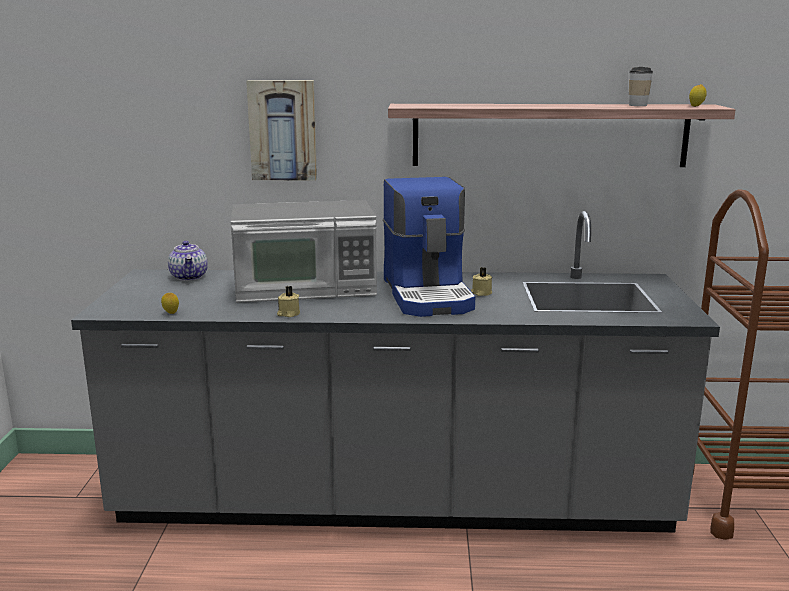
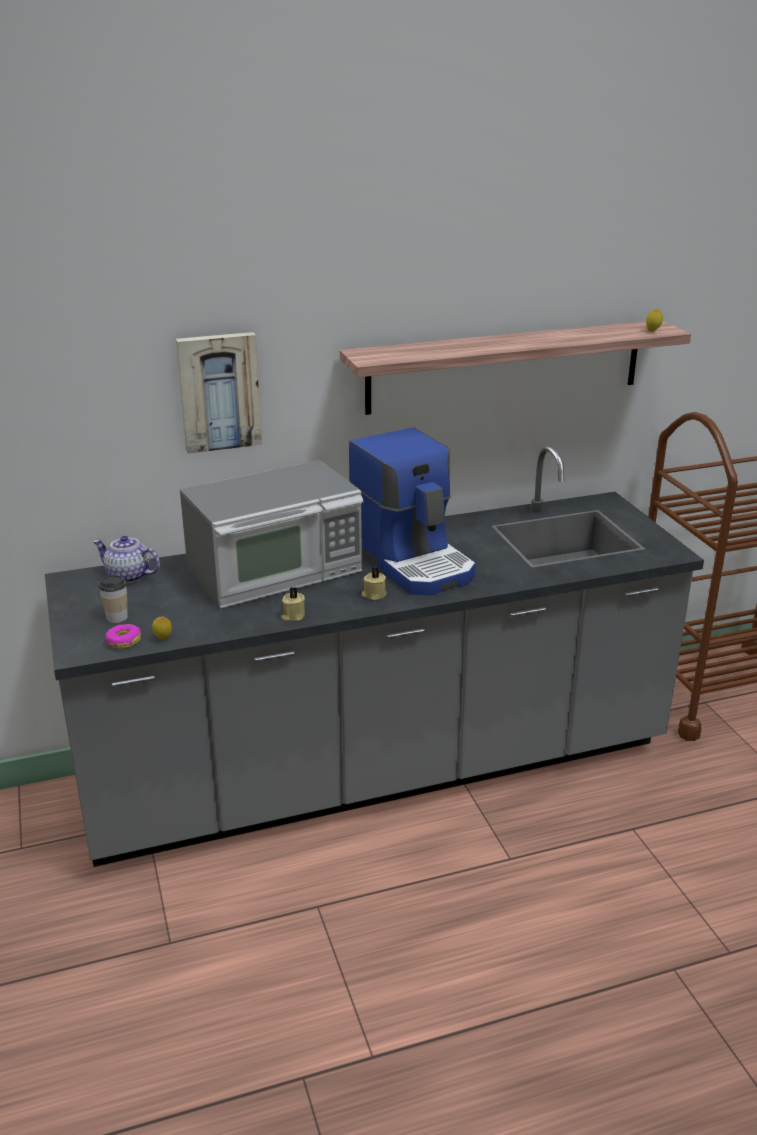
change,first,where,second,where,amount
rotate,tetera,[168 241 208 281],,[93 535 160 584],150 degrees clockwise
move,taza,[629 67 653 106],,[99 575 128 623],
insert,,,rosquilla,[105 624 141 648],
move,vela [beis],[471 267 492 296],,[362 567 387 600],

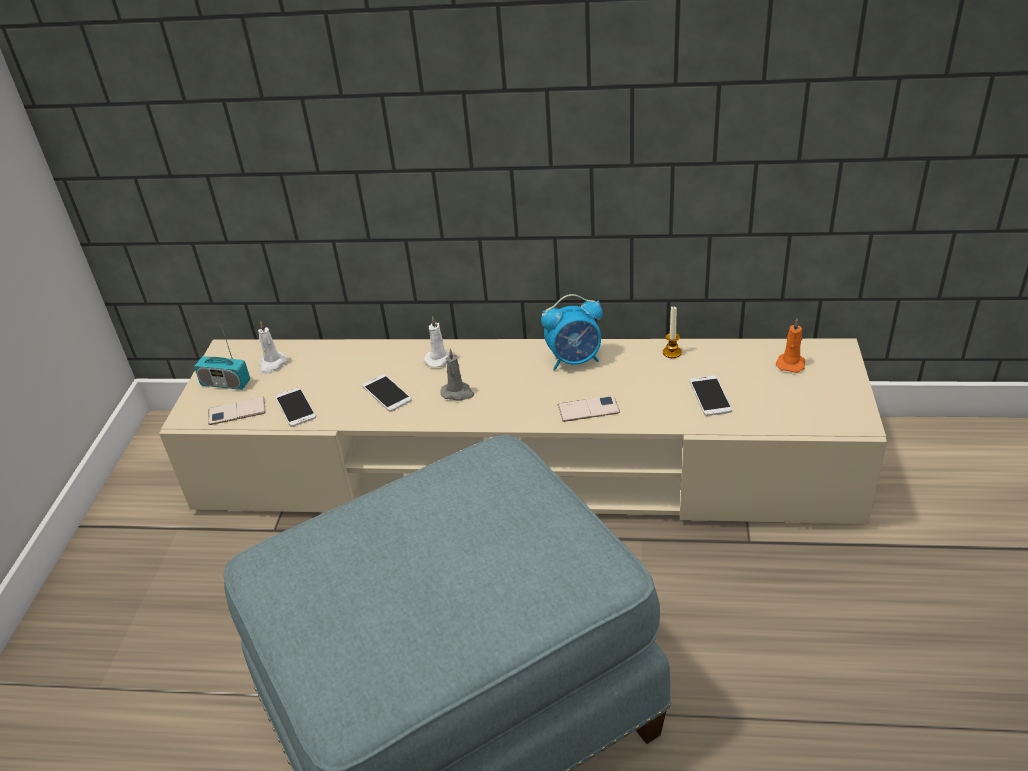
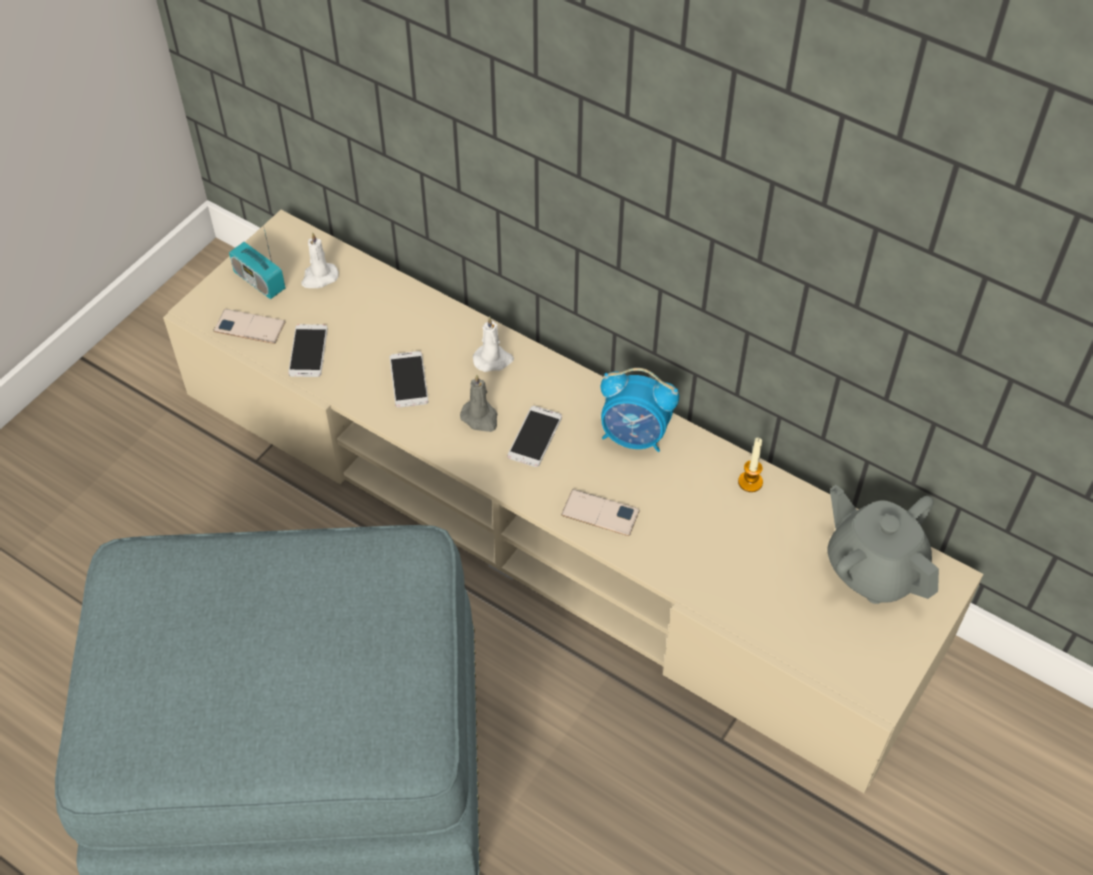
change,first,where,second,where,amount
move,móvil,[689 375 732 416],,[507 406 562 467],
replace,vela [naranja],[776 319 805 373],tetera [gris],[827 485 939 604],

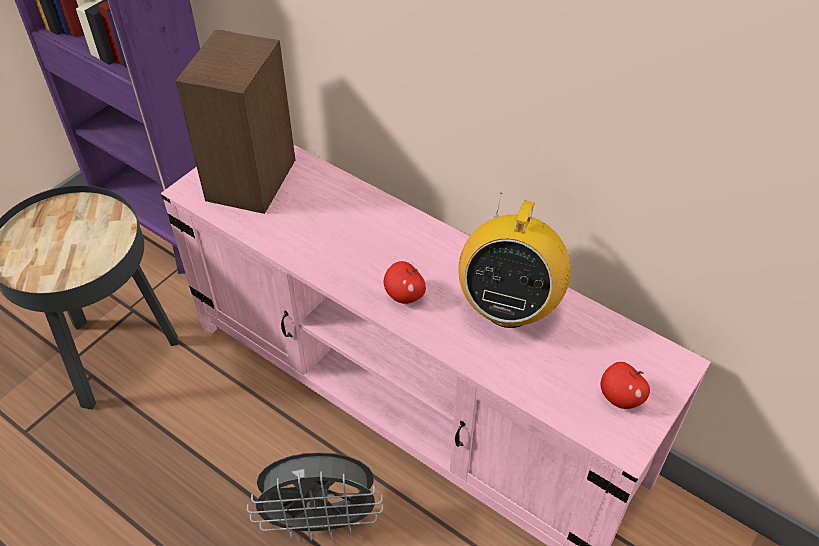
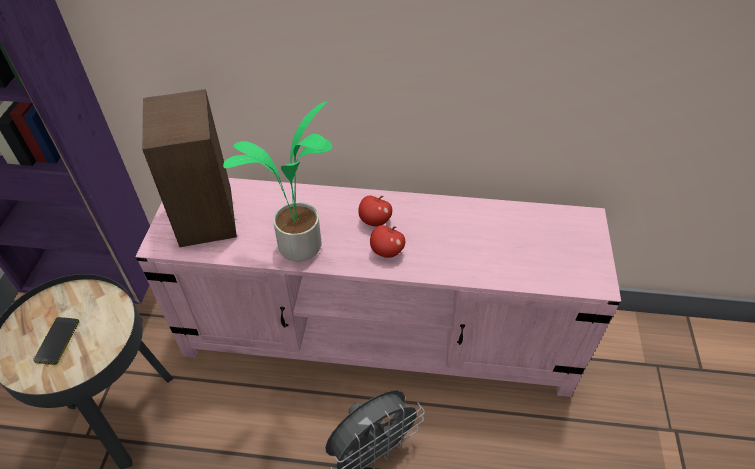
change,first,where,second,where,amount
insert,,,móvil,[33 317 80 365],
insert,,,planta en maceta,[223 102 332 261],
move,manzana,[601 362 650 409],,[358 196 392 226],
delete,radio,[458 193 571 328],,,

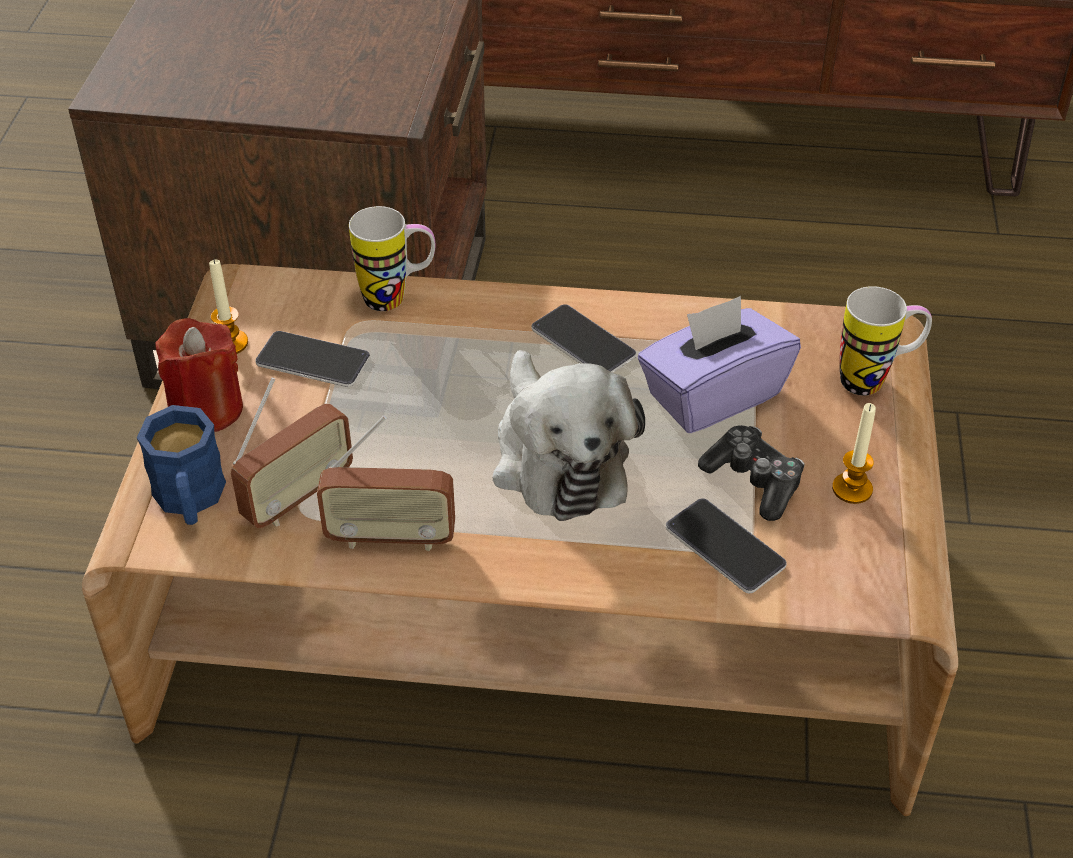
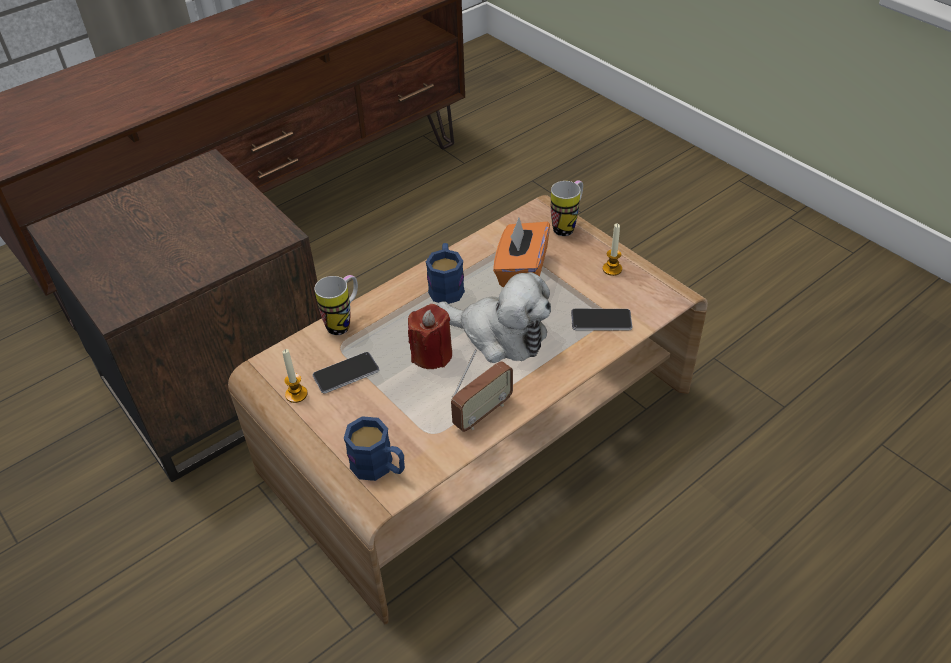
change,first,where,second,where,amount
move,vela [rojo],[155 318 243 432],,[408 304 452 369],
replace,móvil,[531 304 636 373],taza grande [azul],[426 243 465 304],
recolor,caja de pañuelos [morado],[638 296 801 433],caja de pañuelos [naranja],[493 217 550 287],
delete,radio,[231 378 353 528],,,
delete,mando de consola,[698 425 805 521],,,

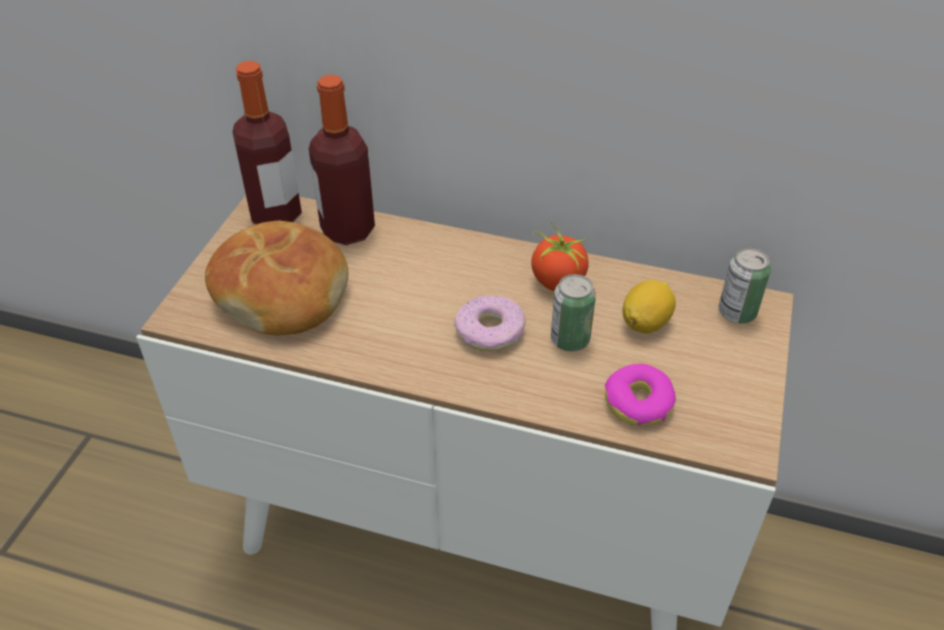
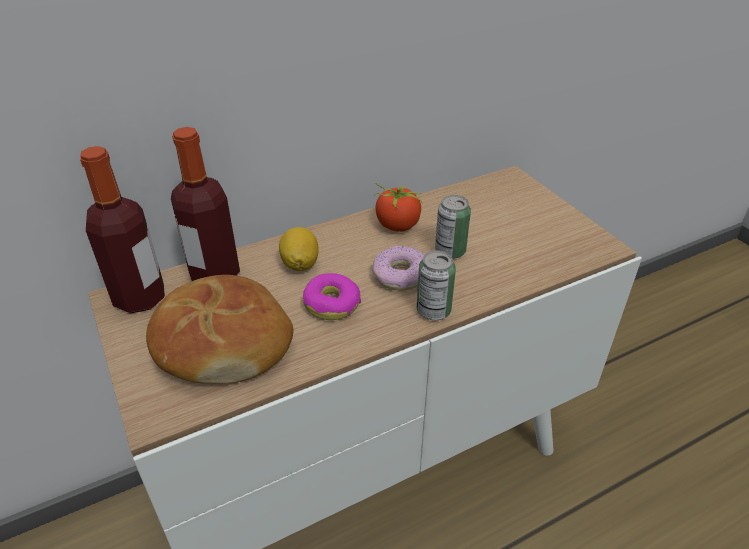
change,first,where,second,where,amount
move,limón,[623 280 676 333],,[279 227 319 271],
move,rosquilla,[605 364 676 426],,[303 273 361 320],
move,lata,[719 248 771 324],,[417 250 456 320],

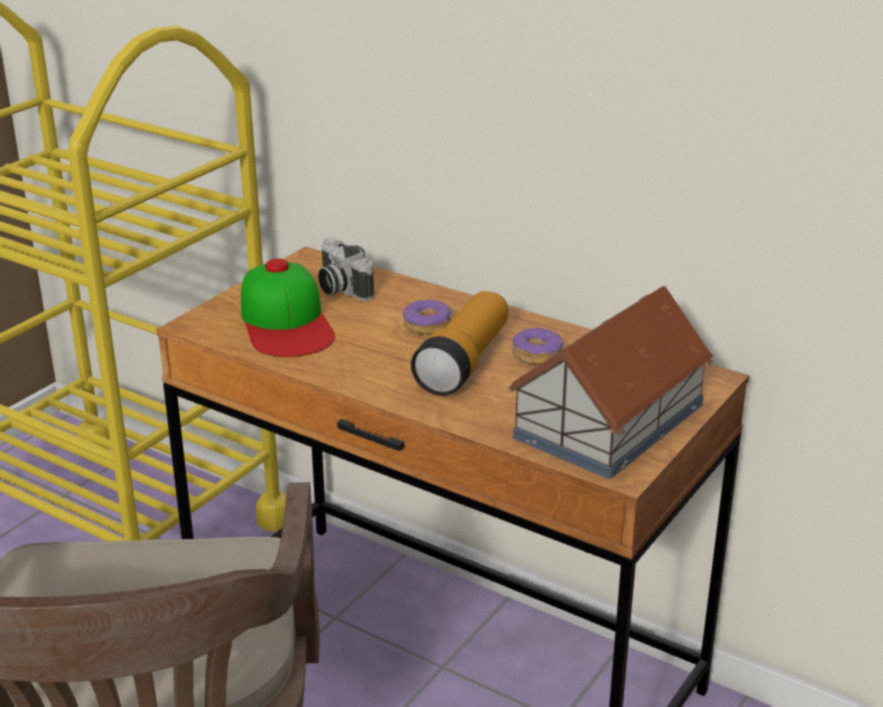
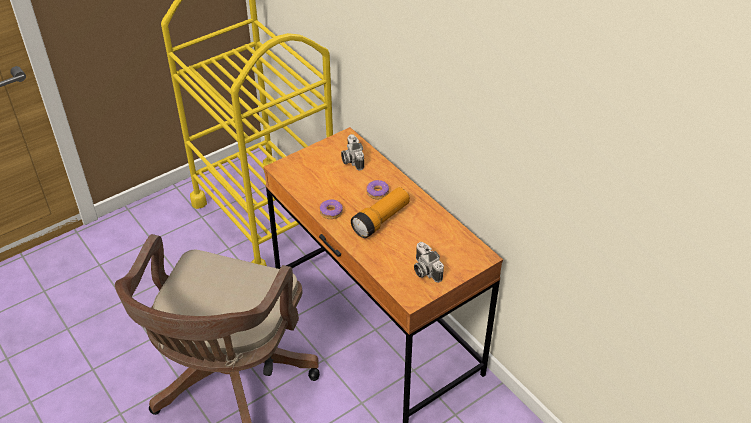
change,first,where,second,where,amount
move,rosquilla,[512 328 563 364],,[320 199 343 219],
replace,casita,[507 286 714 479],cámara,[414 242 444 283],
delete,gorra,[241 259 335 357],,,

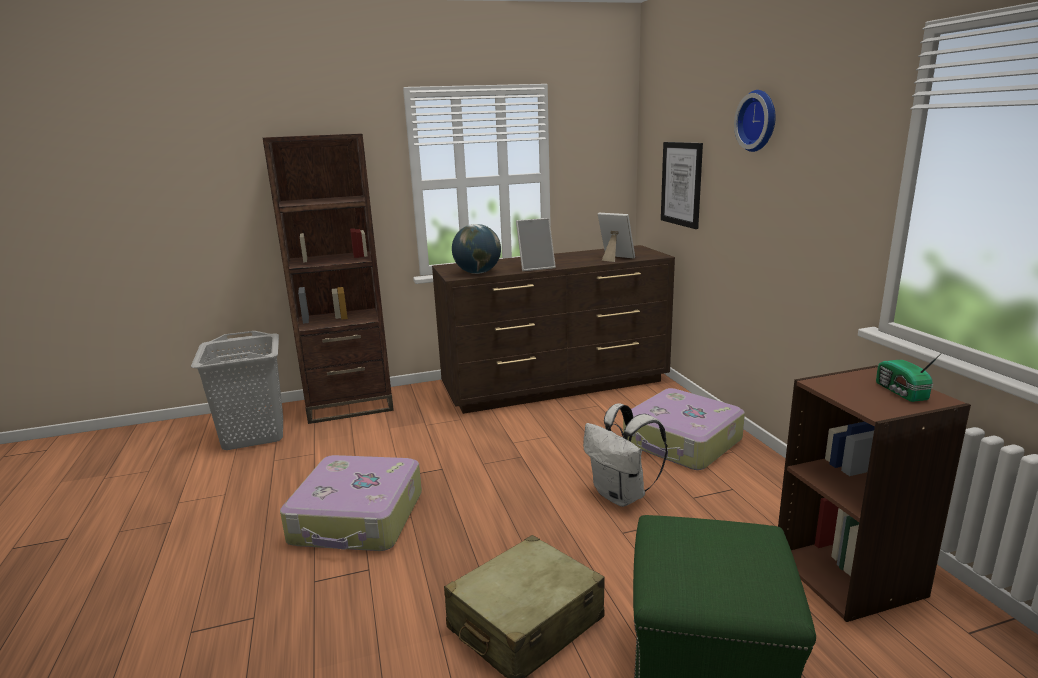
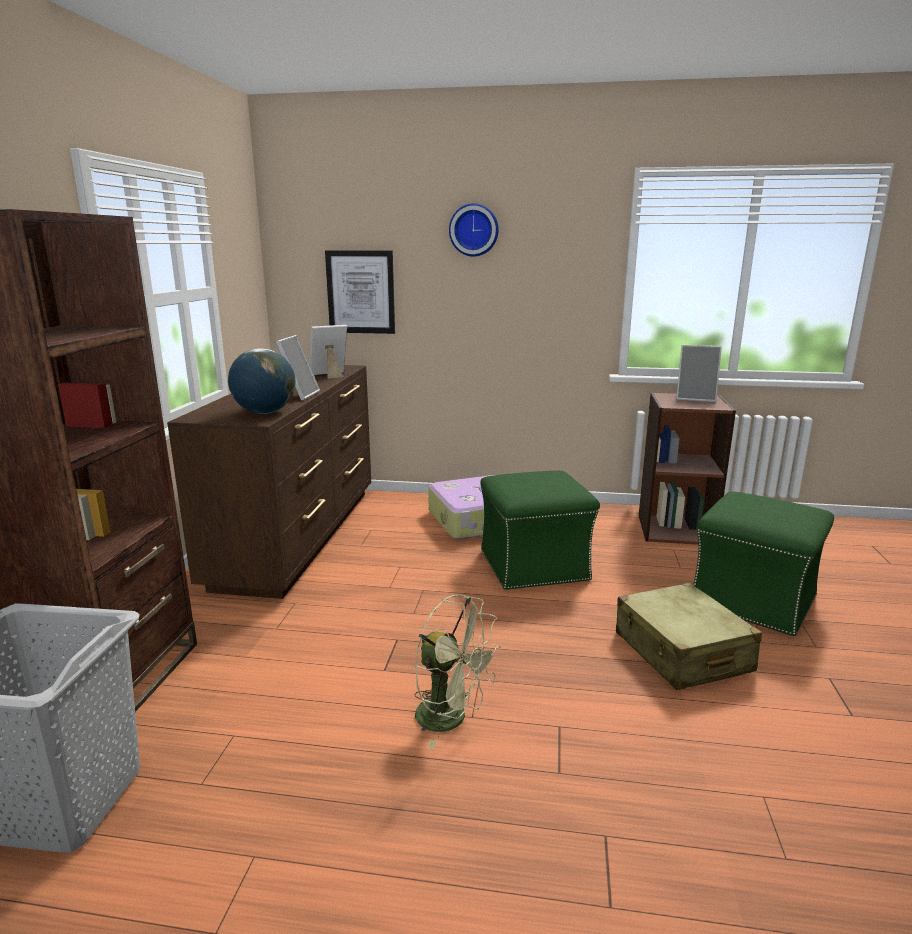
change,first,where,second,where,amount
replace,maleta,[280 455 422 551],ventilador [verde],[414 594 501 749],
replace,mochila [blanco],[583 403 668 507],puf [verde],[480 470 600 590],
replace,radio,[876 352 943 402],portarretratos,[676 344 722 402],

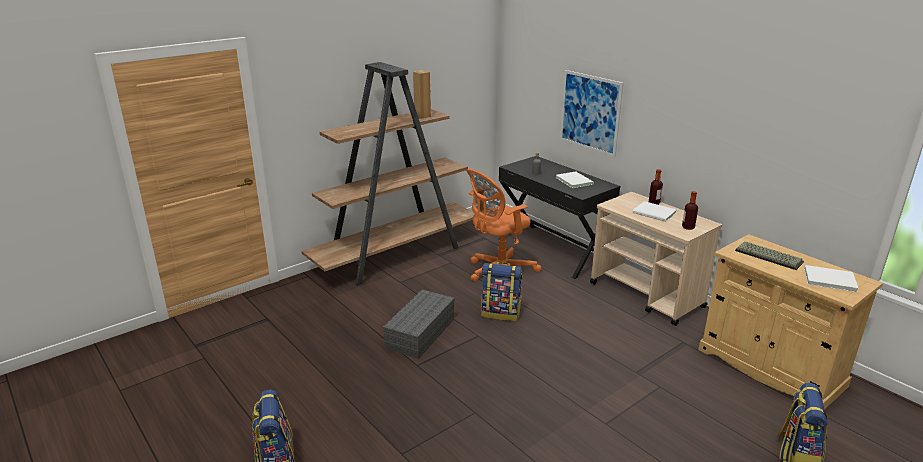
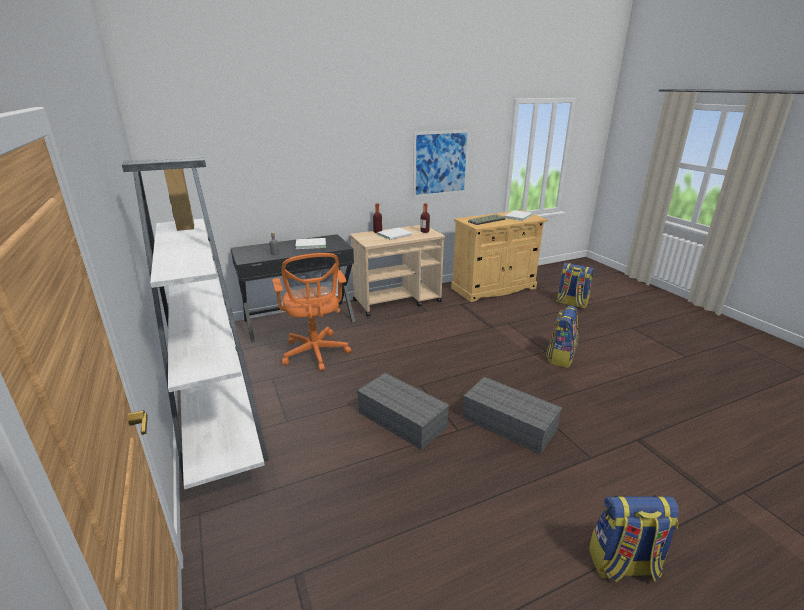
change,first,where,second,where,amount
recolor,estantería [marrón],[301 62 475 286],estantería [blanco],[122 156 269 489],
move,cuadro,[560 70 624 157],,[413 130 470 198],
insert,,,caja de almacenaje [gris],[463 377 562 454],
move,mochila,[481 262 522 321],,[546 306 578 368],

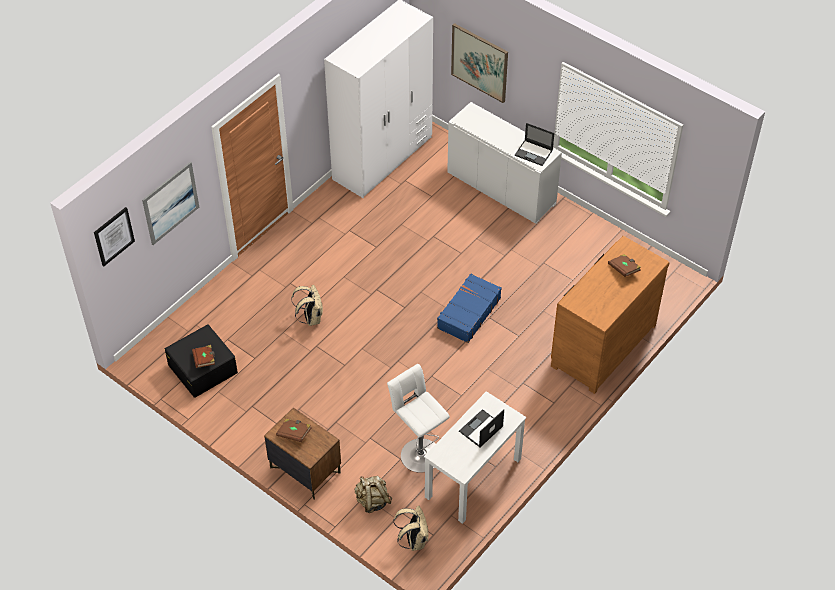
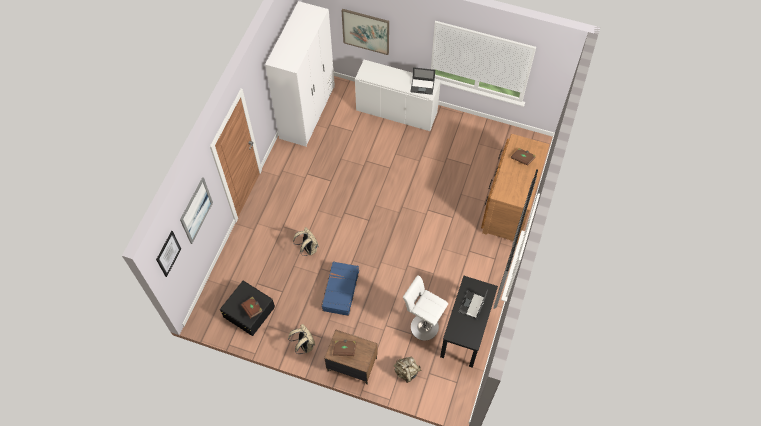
change,first,where,second,where,amount
move,mochila [beis],[393 506 428 551],,[288 324 315 354],
move,maleta [azul],[437 273 502 343],,[321 261 359 316],
recolor,escritorio [blanco],[424 391 526 524],escritorio [negro],[440 276 498 368],

